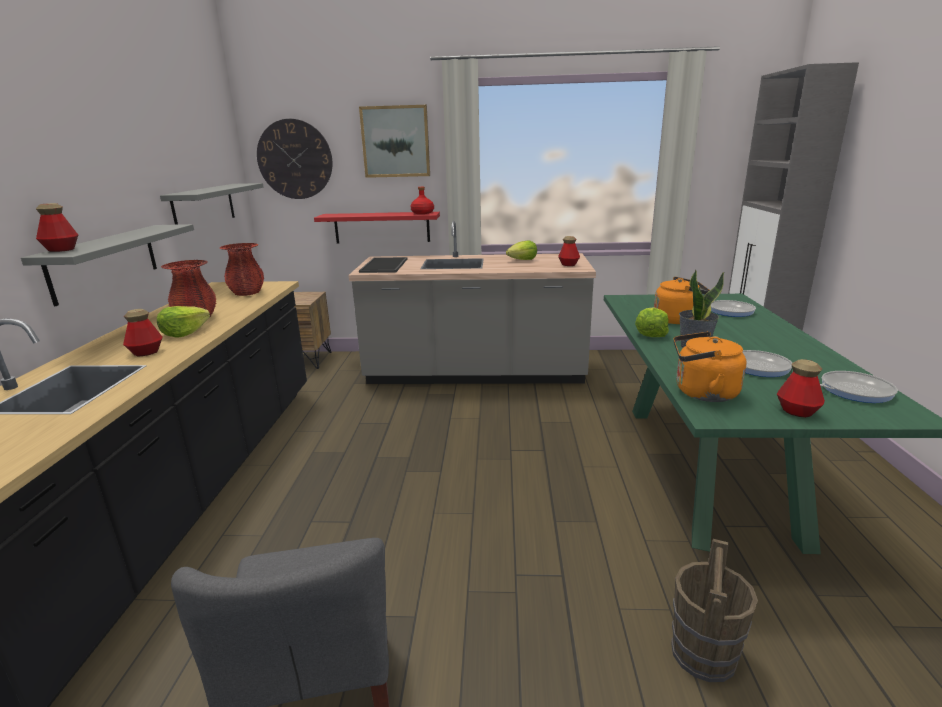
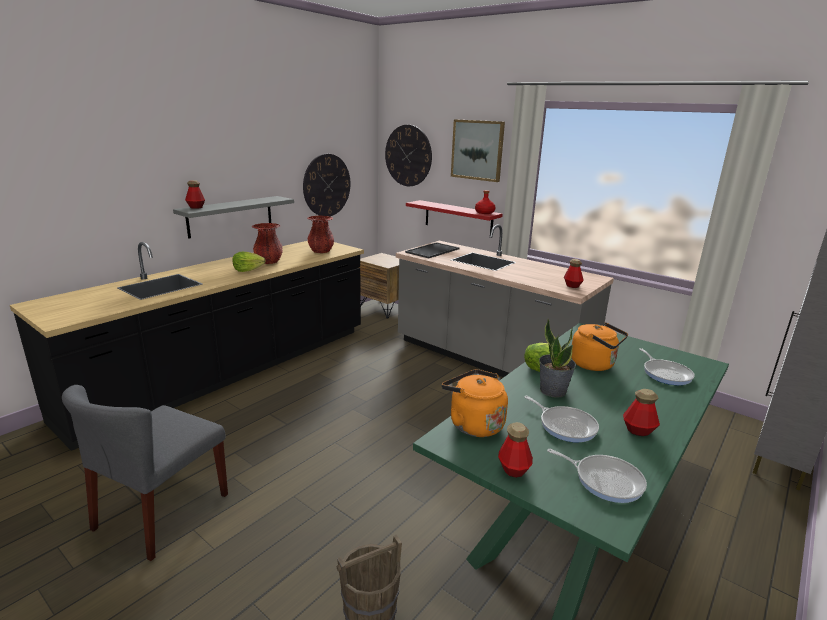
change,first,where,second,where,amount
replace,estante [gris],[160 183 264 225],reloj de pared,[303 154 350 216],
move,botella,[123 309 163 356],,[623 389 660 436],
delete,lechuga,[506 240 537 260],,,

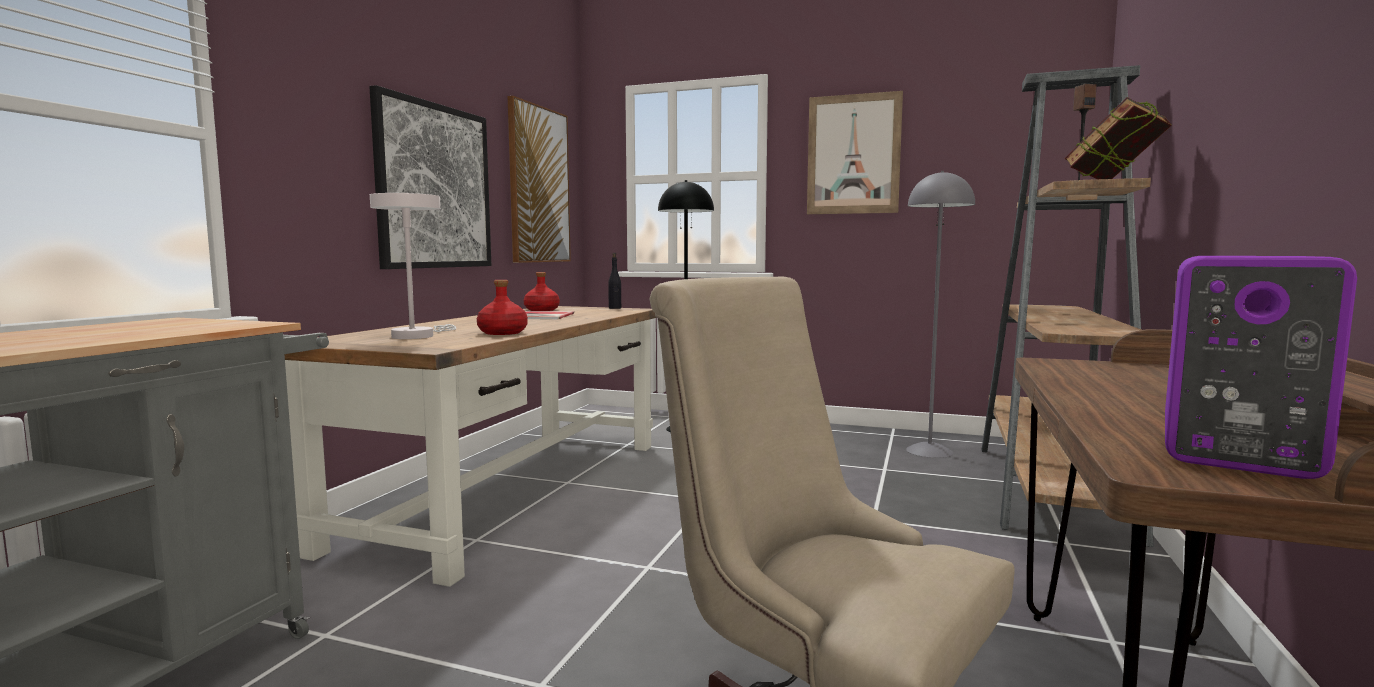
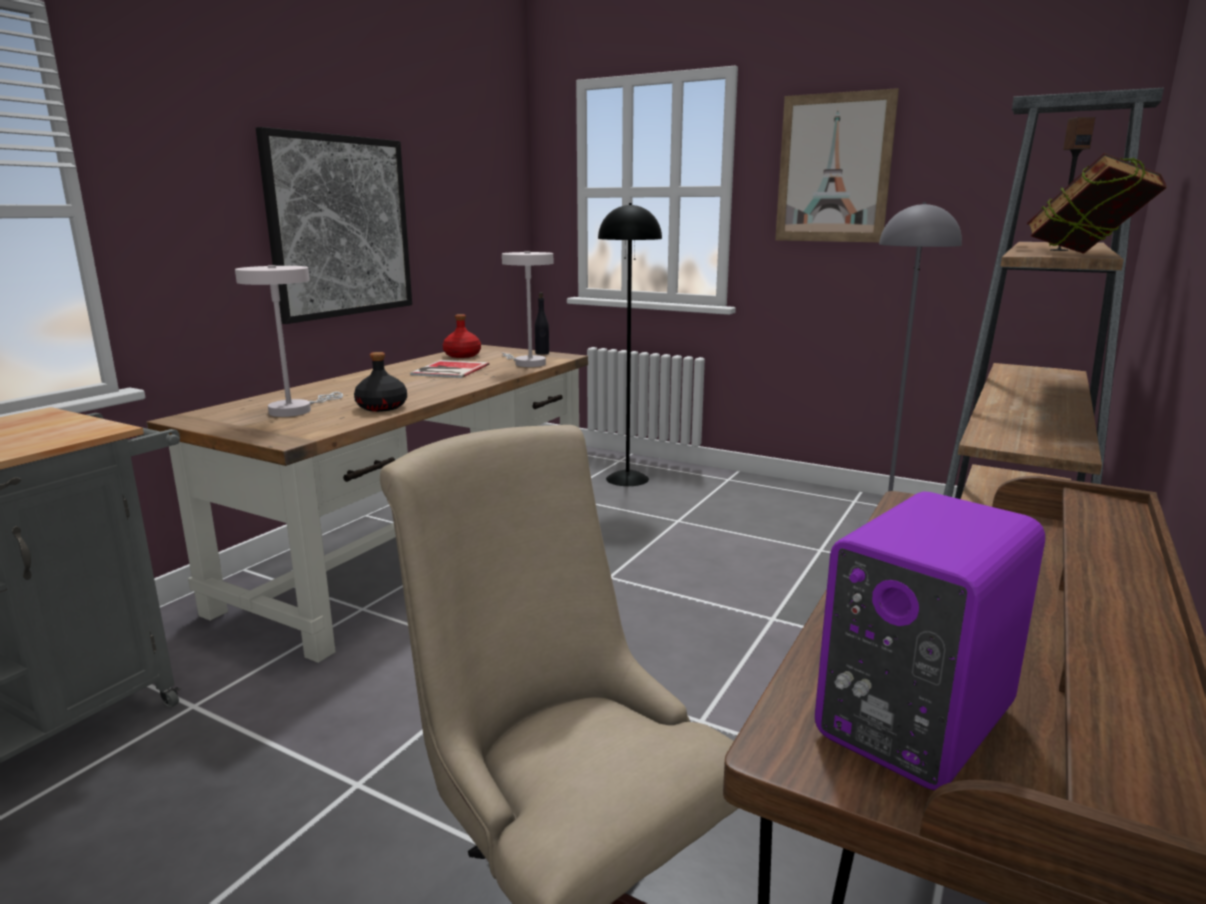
change,first,where,second,where,amount
recolor,botella [rojo],[477 280 528 335],botella [negro],[354 352 407 412],
insert,,,lámpara de mesa [blanco],[502 251 553 367],
delete,cuadro,[508 96 571 263],,,

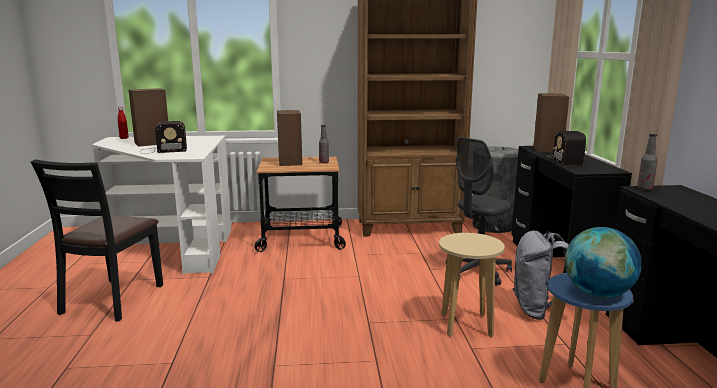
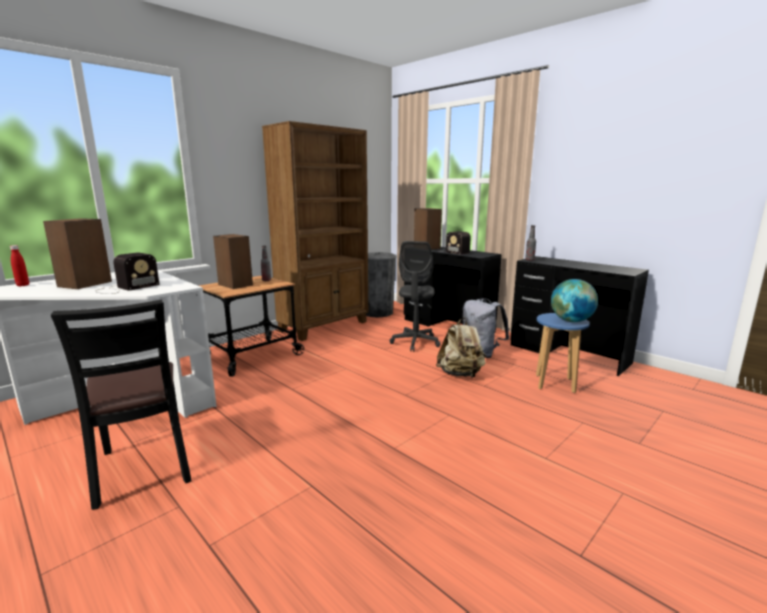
change,first,where,second,where,amount
replace,taburete [beis],[439 233 505 337],mochila [beis],[436 318 486 378],

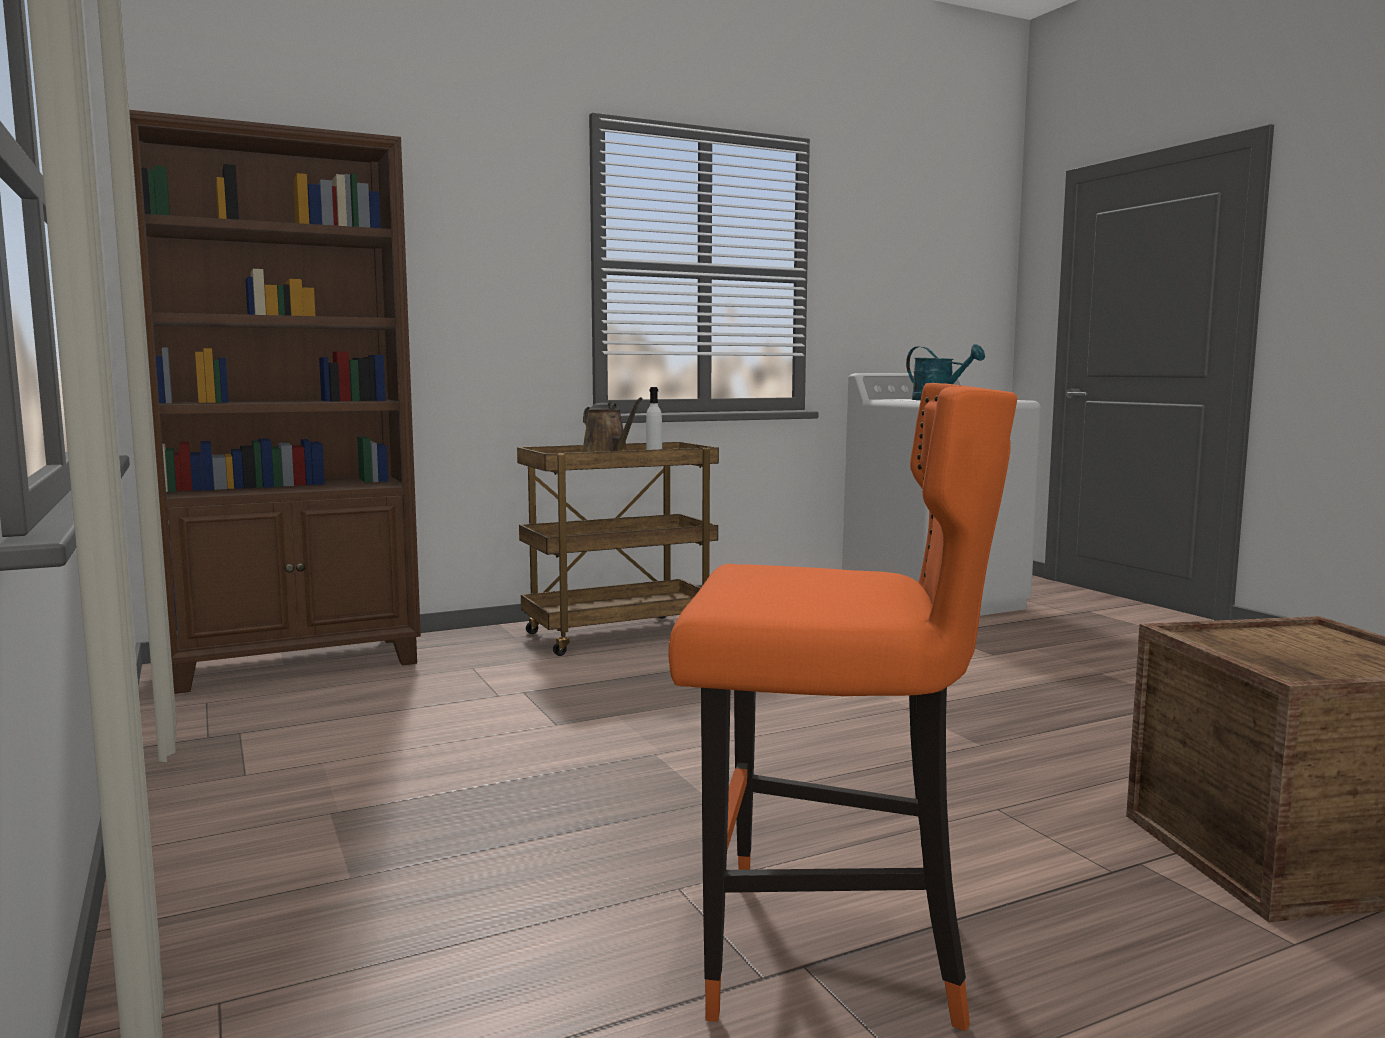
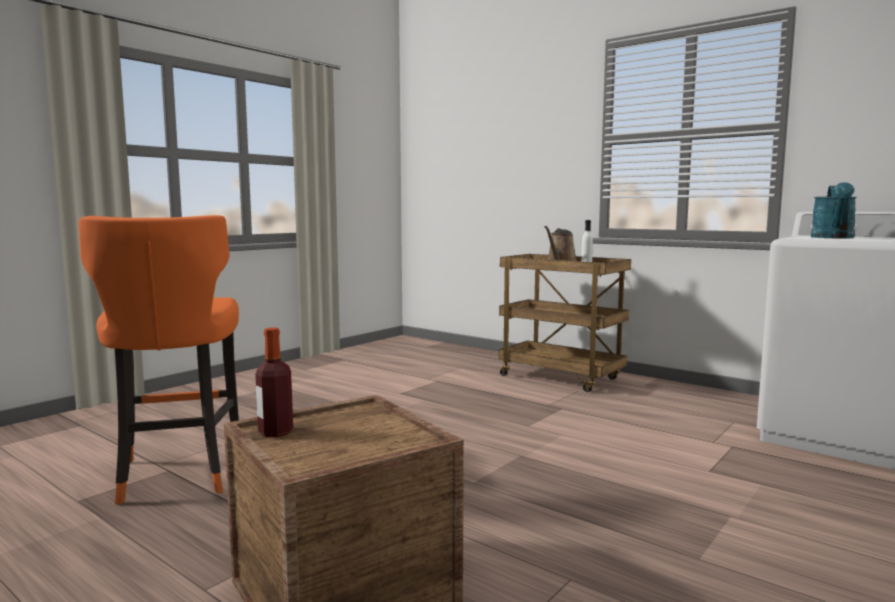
change,first,where,second,where,amount
insert,,,botella,[255 328 293 437],
delete,estantería [marrón],[129 110 421 694],,,

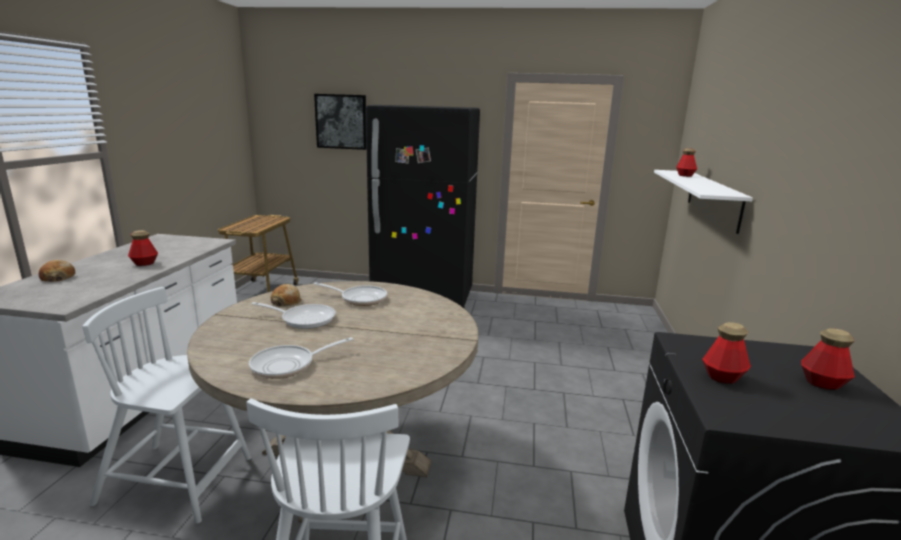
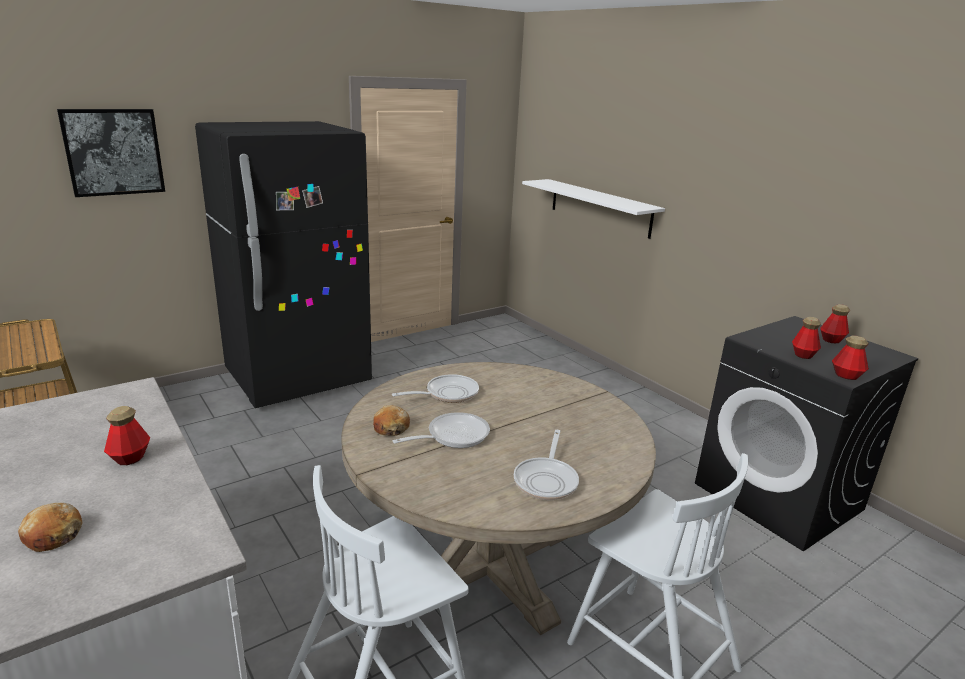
change,first,where,second,where,amount
move,botella,[676 148 697 177],,[832 336 869 380],

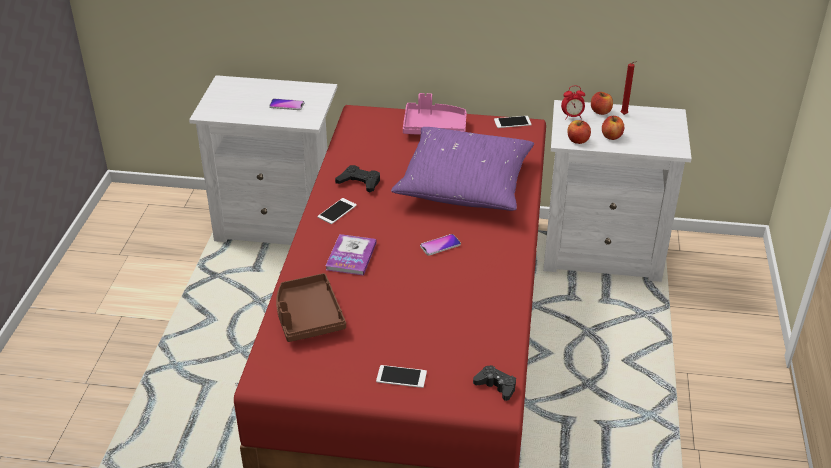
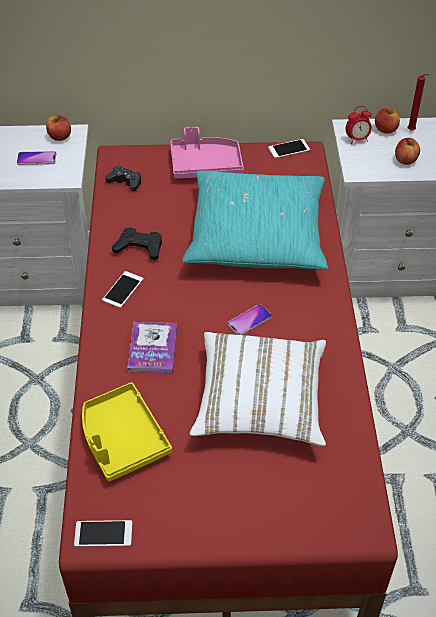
change,first,where,second,where,amount
move,manzana,[567 120 591 144],,[46 115 71 141],
move,móvil,[376 365 427 388],,[74 520 132 547],
recolor,bandeja [marrón],[276 273 346 342],bandeja [amarillo],[82 382 172 482],
move,mando de consola [negro],[473 365 516 401],,[105 166 141 191],
recolor,cojín [morado],[391 127 534 211],cojín [turquesa],[183 170 328 270],
insert,,,cojín [blanco],[190 332 326 446],

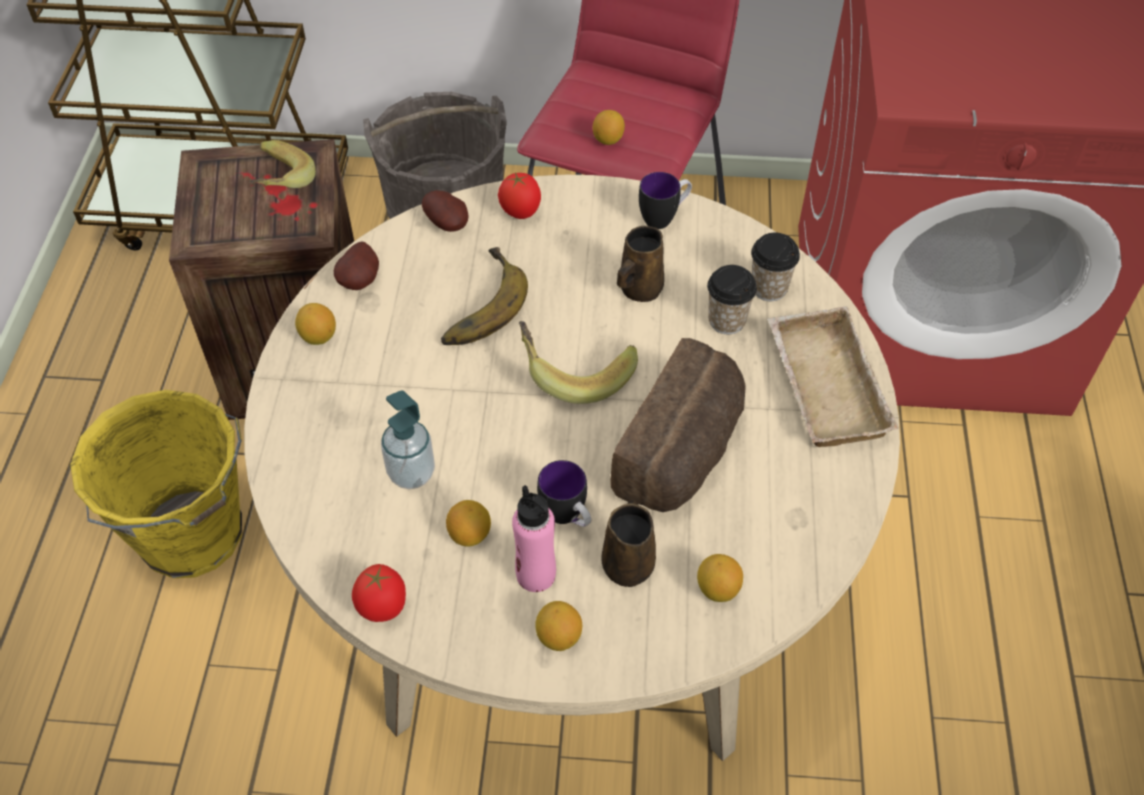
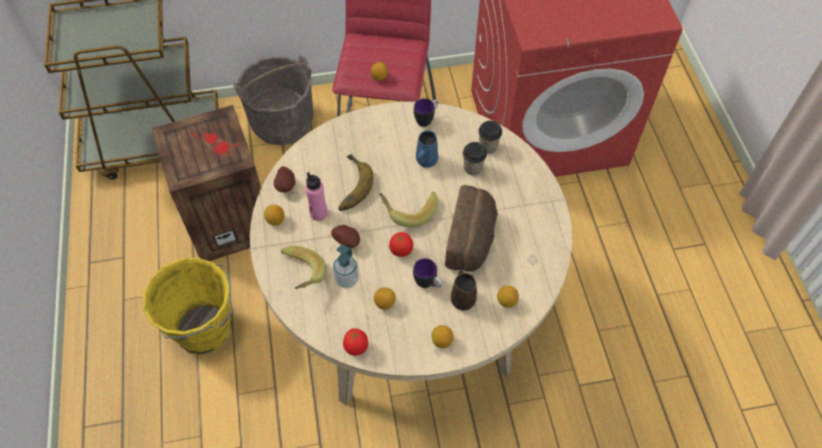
change,first,where,second,where,amount
move,plátano,[249 140 316 188],,[281 246 327 289],
move,botella [rosa],[512 485 556 592],,[305 172 328 221],
move,patata,[422 190 469 232],,[331 225 360 248],
move,tomate,[498 172 541 219],,[389 232 413 257],
recolor,taza grande [marrón],[617 226 664 302],taza grande [azul],[416 131 438 167],
delete,bandeja [beis],[767 306 899 447],,,

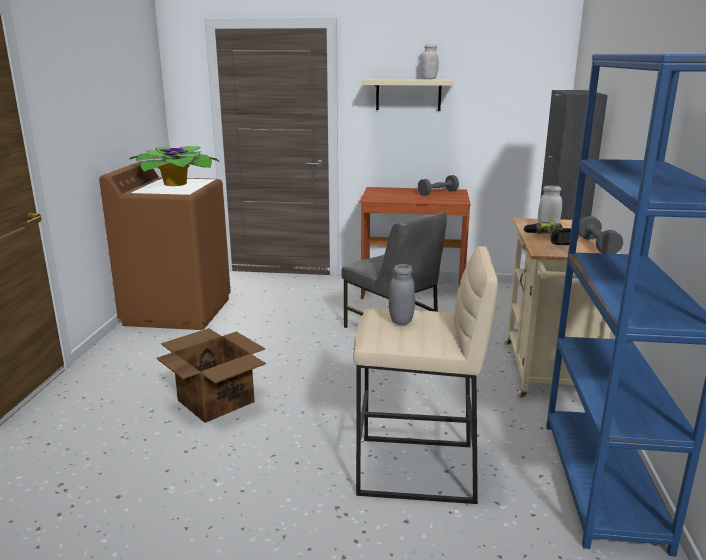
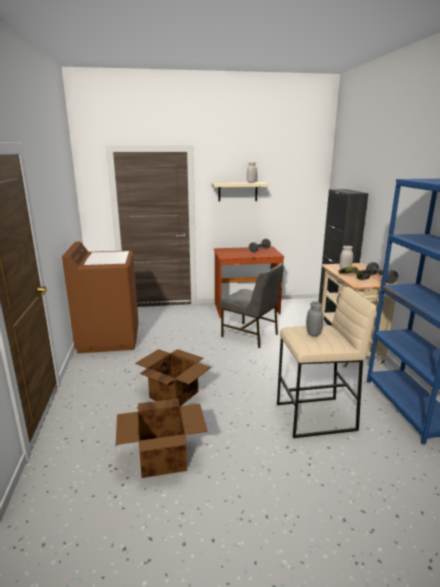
change,first,where,second,where,amount
insert,,,caja de cartón,[116 399 208 478],
delete,planta en maceta,[130 146 220 186],,,

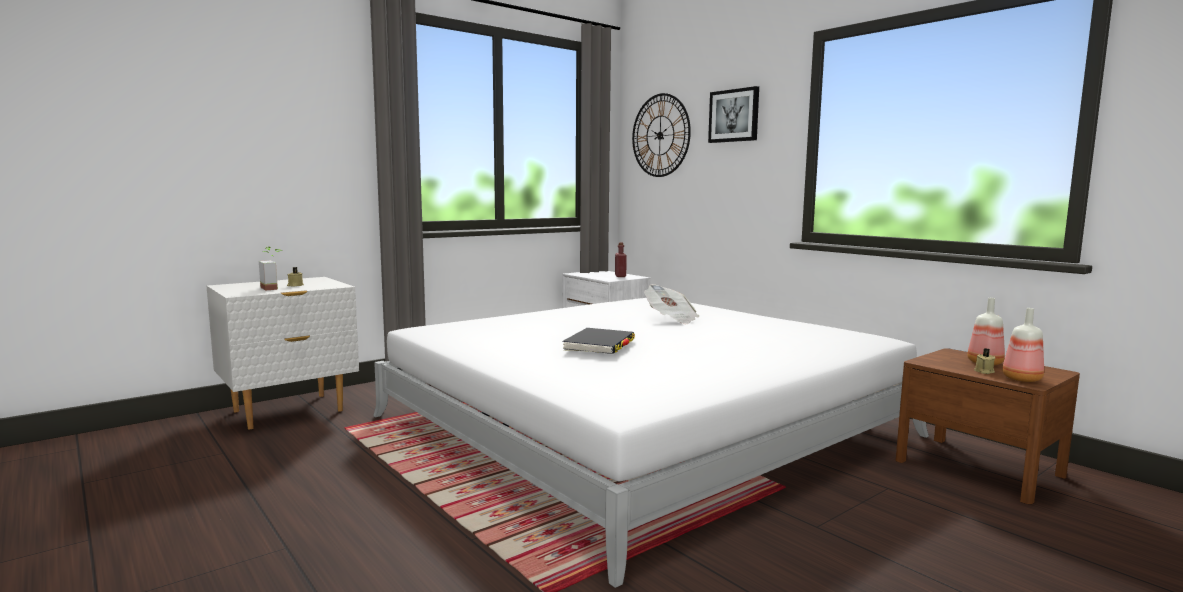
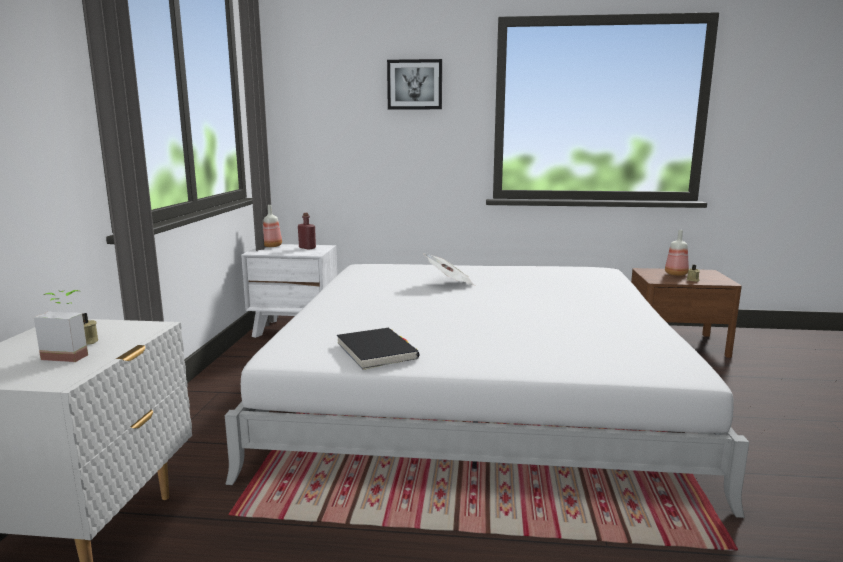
change,first,where,second,where,amount
move,botella,[1002 308 1044 382],,[263 205 282 247],
move,libro [negro],[562 328 635 354],,[337 328 420 370],
delete,reloj de pared,[632 93 691 177],,,

